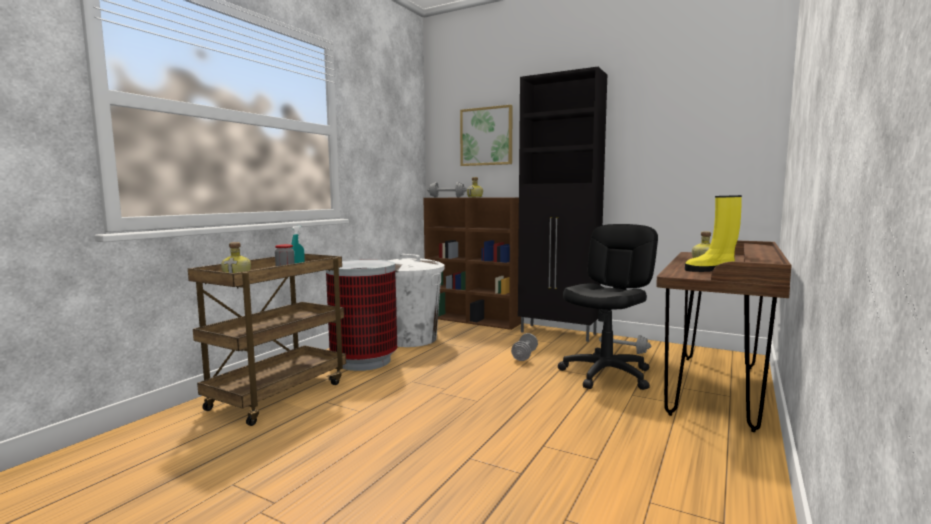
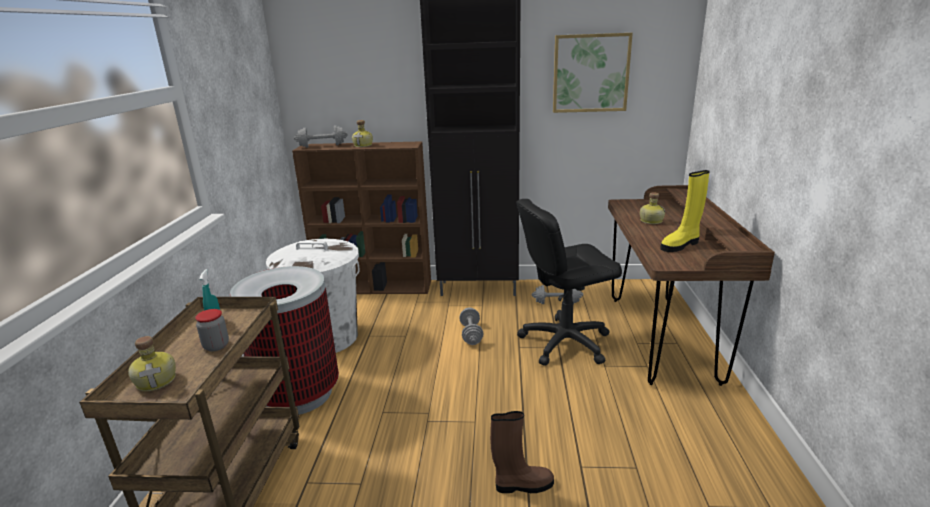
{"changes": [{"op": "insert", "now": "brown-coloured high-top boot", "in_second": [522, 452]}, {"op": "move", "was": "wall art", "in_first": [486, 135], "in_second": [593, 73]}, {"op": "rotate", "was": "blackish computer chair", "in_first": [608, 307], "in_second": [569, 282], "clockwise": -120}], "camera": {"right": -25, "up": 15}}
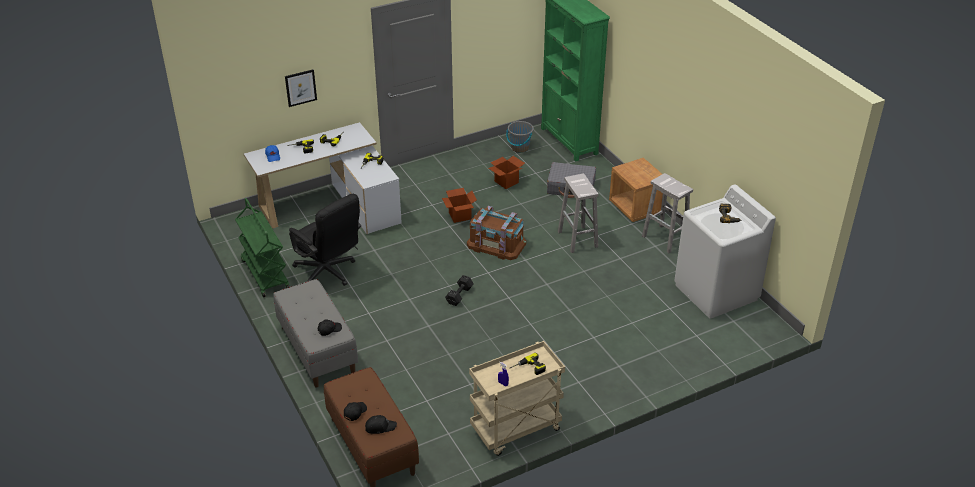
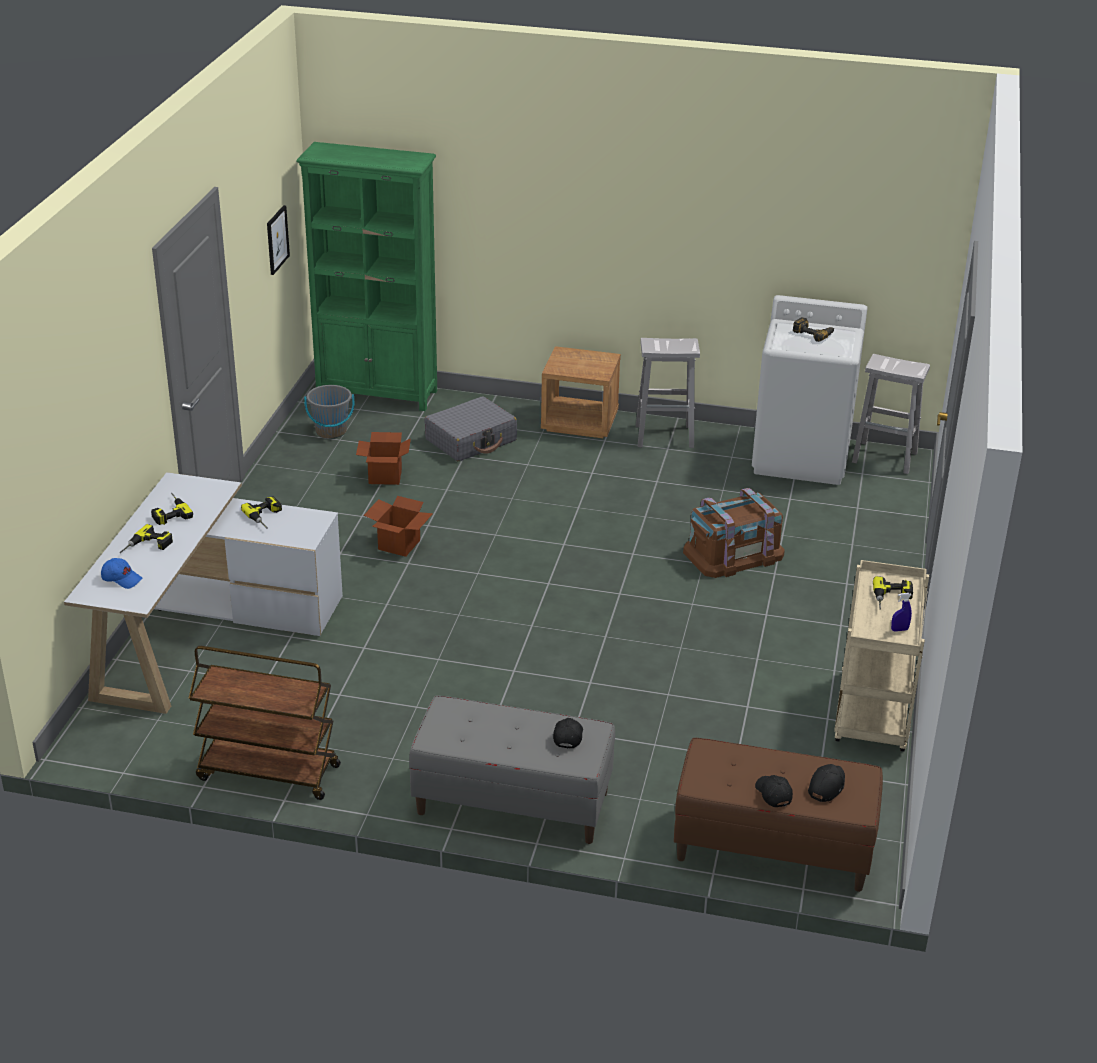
{"changes": [{"op": "delete", "was": "blackish computer chair", "in_first": [325, 240]}, {"op": "delete", "was": "blackish free weight", "in_first": [459, 290]}, {"op": "move", "was": "wall art", "in_first": [301, 88], "in_second": [278, 240]}, {"op": "move", "was": "brown-coloured storage box", "in_first": [496, 233], "in_second": [734, 533]}, {"op": "move", "was": "whitish sitting stool", "in_first": [578, 213], "in_second": [891, 414]}, {"op": "recolor", "was": "green cart", "now": "brown-coloured cart", "in_first": [262, 248], "in_second": [265, 723]}], "camera": {"right": -50, "up": -5}}
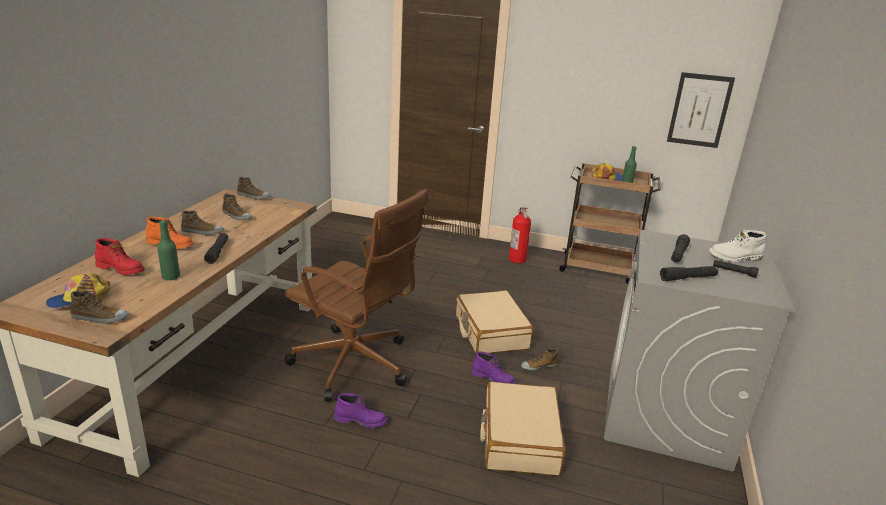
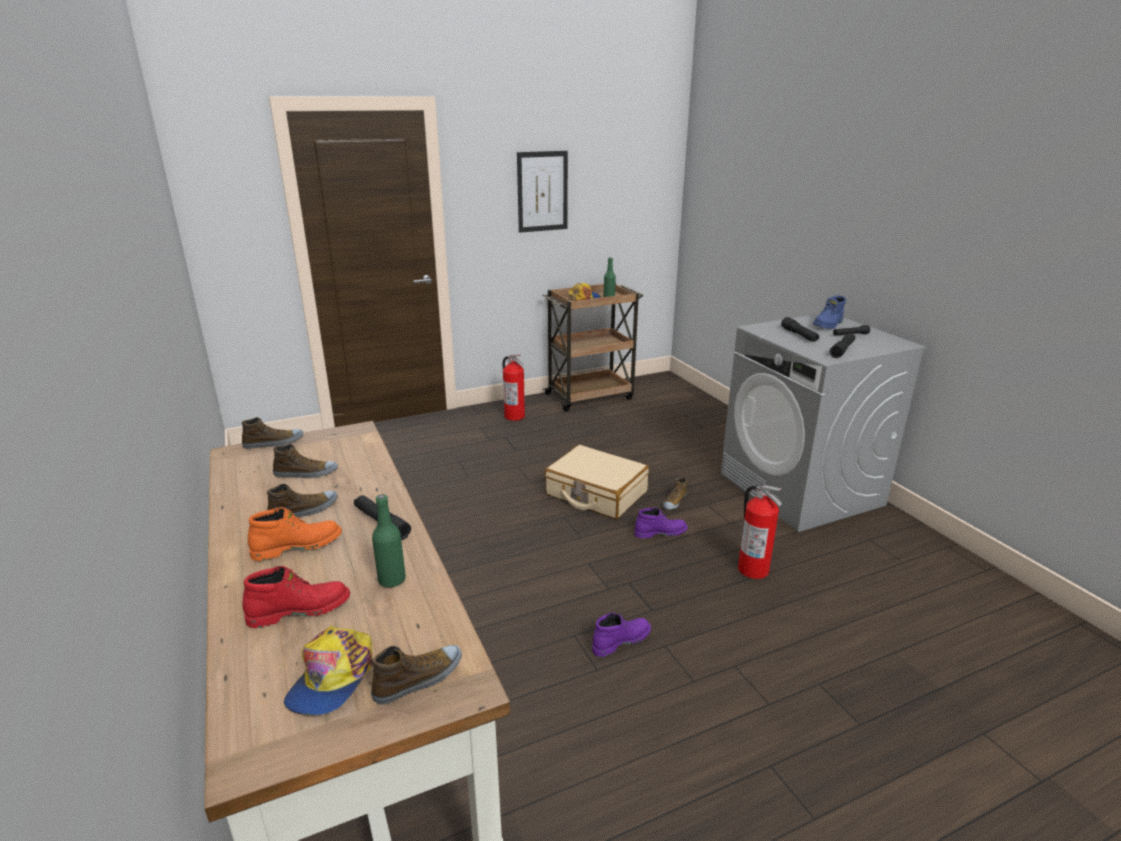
{"changes": [{"op": "delete", "was": "brown-coloured computer chair", "in_first": [356, 295]}, {"op": "move", "was": "wall art", "in_first": [701, 110], "in_second": [542, 192]}, {"op": "replace", "was": "sand-coloured piece of luggage", "now": "fire-fighting cylinder", "in_first": [523, 429], "in_second": [760, 532]}, {"op": "recolor", "was": "whitish high-top boot", "now": "blue high-top boot", "in_first": [738, 246], "in_second": [829, 312]}], "camera": {"right": -40, "up": 0}}
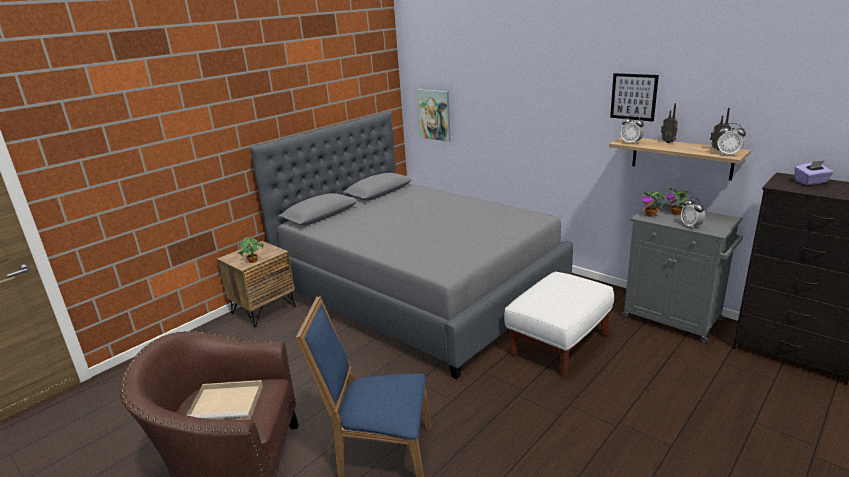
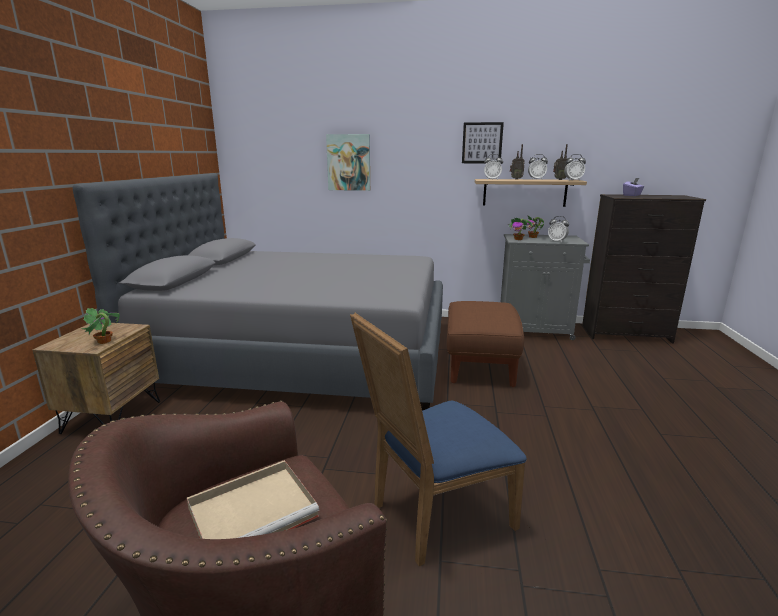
{"changes": [{"op": "insert", "now": "bedside clock", "in_second": [538, 167]}, {"op": "move", "was": "wall art", "in_first": [433, 115], "in_second": [348, 162]}, {"op": "recolor", "was": "whitish ottoman", "now": "brown-coloured ottoman", "in_first": [559, 324], "in_second": [485, 344]}], "camera": {"right": -35, "up": -5}}
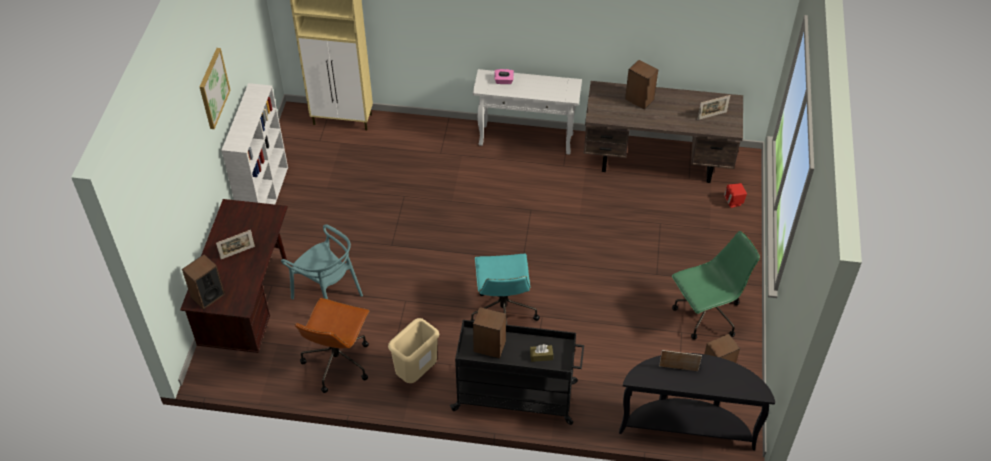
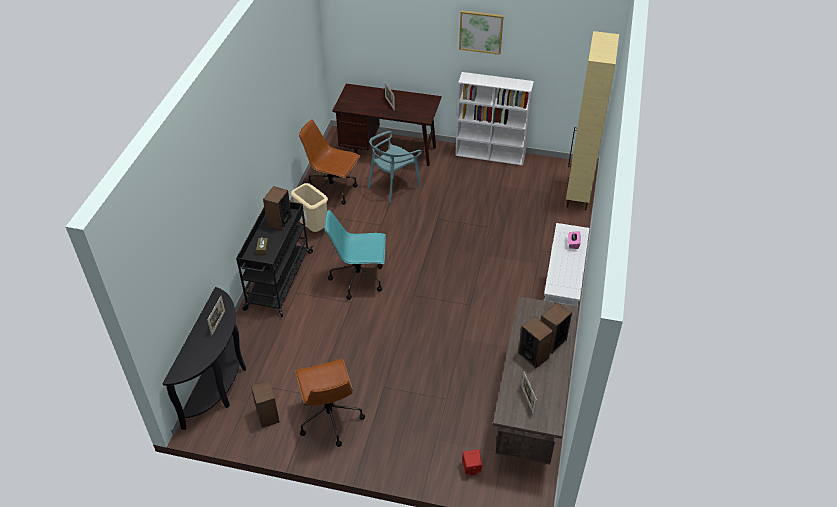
{"changes": [{"op": "move", "was": "speaker", "in_first": [203, 282], "in_second": [536, 342]}, {"op": "recolor", "was": "green computer chair", "now": "brown-coloured computer chair", "in_first": [716, 285], "in_second": [330, 403]}], "camera": {"right": 95, "up": -5}}
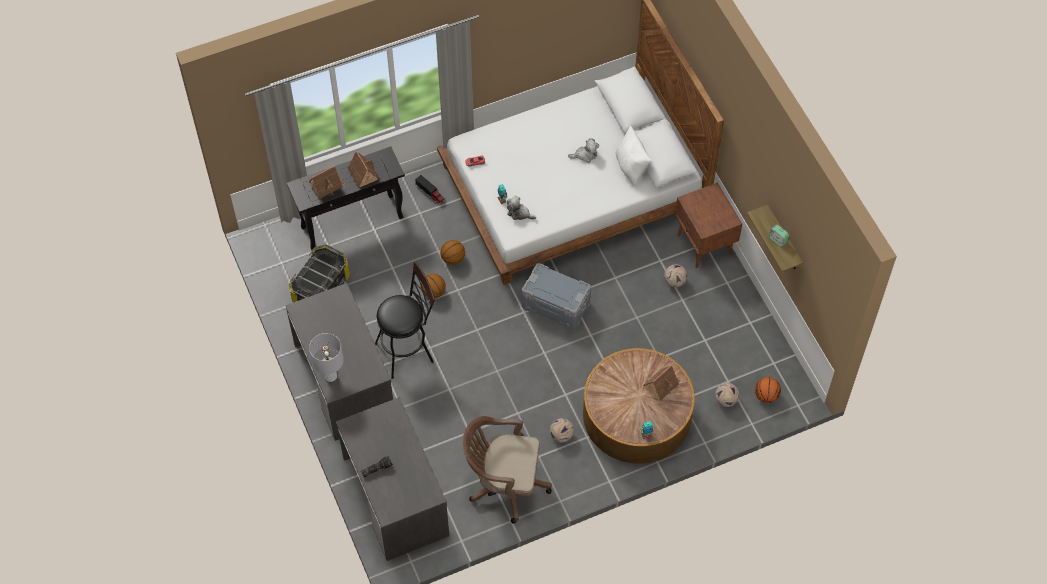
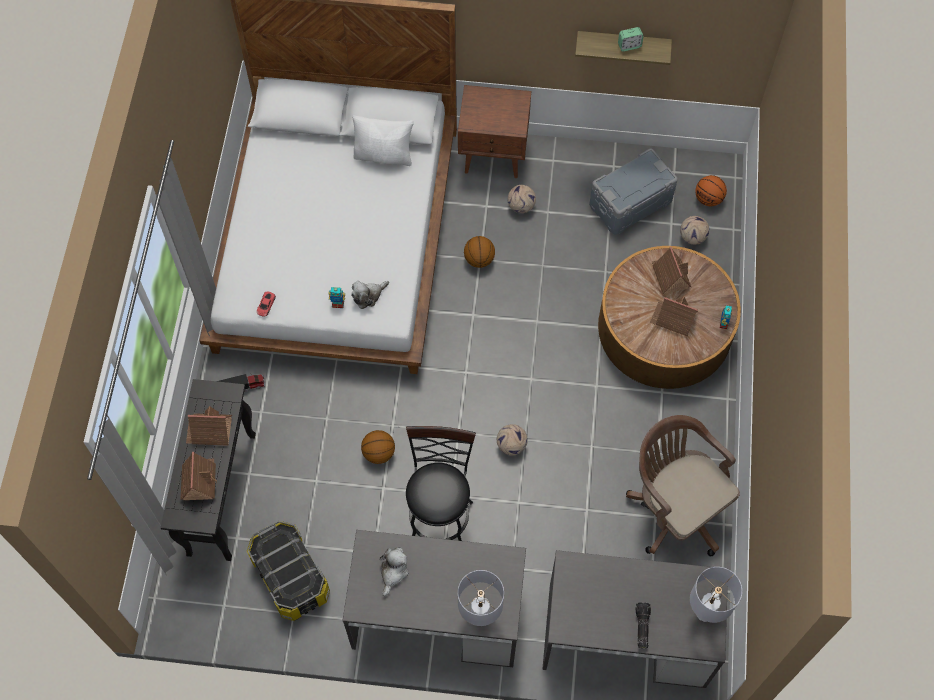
{"changes": [{"op": "insert", "now": "toy house", "in_second": [674, 316]}, {"op": "insert", "now": "gray tabletop lamp", "in_second": [716, 595]}, {"op": "move", "was": "ball for basketball", "in_first": [452, 252], "in_second": [479, 252]}, {"op": "move", "was": "gray storage box", "in_first": [556, 296], "in_second": [633, 192]}, {"op": "move", "was": "ball for football", "in_first": [562, 430], "in_second": [512, 439]}, {"op": "move", "was": "soft toy", "in_first": [583, 150], "in_second": [394, 571]}, {"op": "rotate", "was": "brown-coloured computer chair", "in_first": [507, 470], "in_second": [683, 485], "clockwise": 105}], "camera": {"right": -60, "up": 5}}
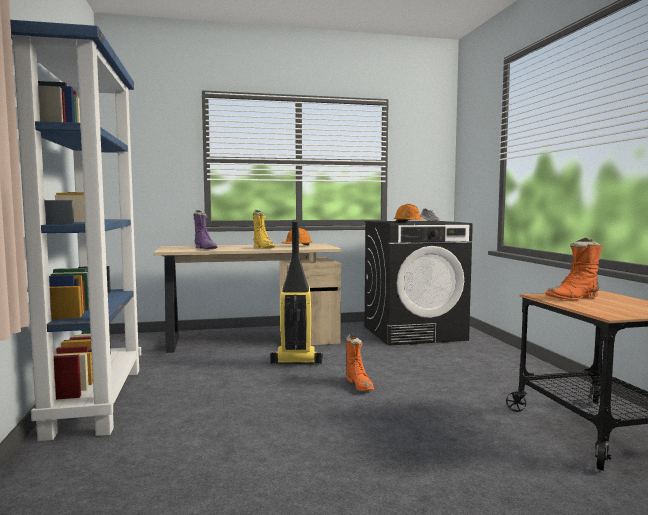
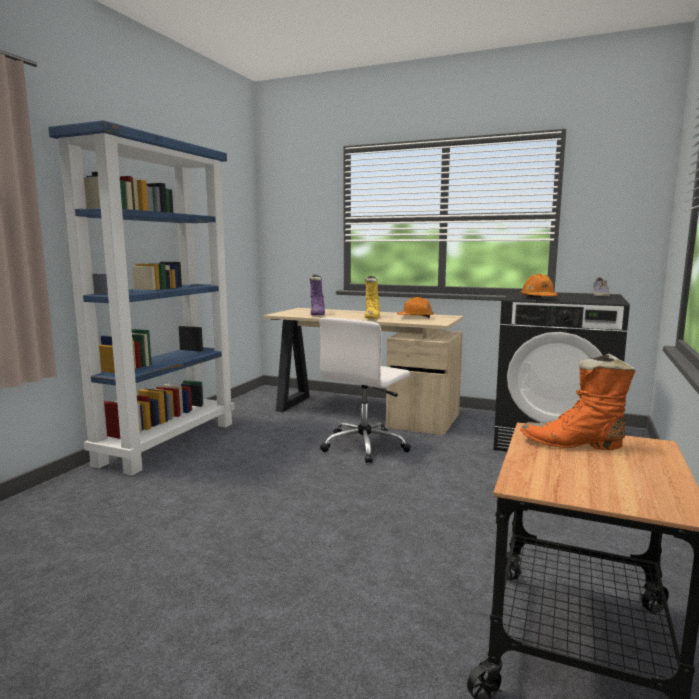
{"changes": [{"op": "delete", "was": "orangey high-top boot", "in_first": [360, 363]}, {"op": "replace", "was": "vacuum", "now": "whitish computer chair", "in_first": [296, 292], "in_second": [365, 390]}], "camera": {"right": 35, "up": 5}}
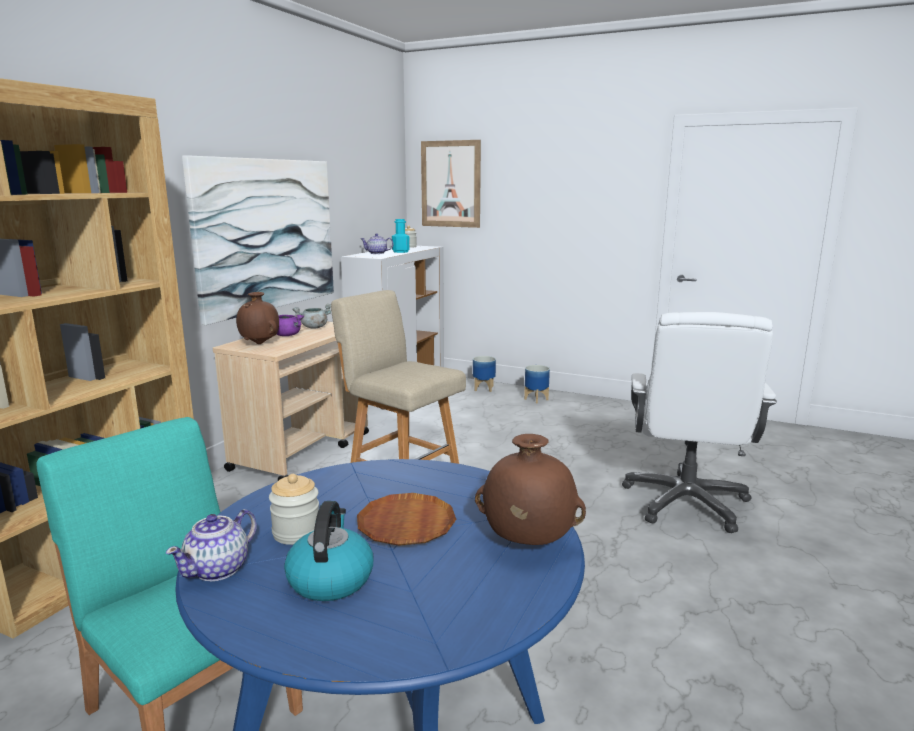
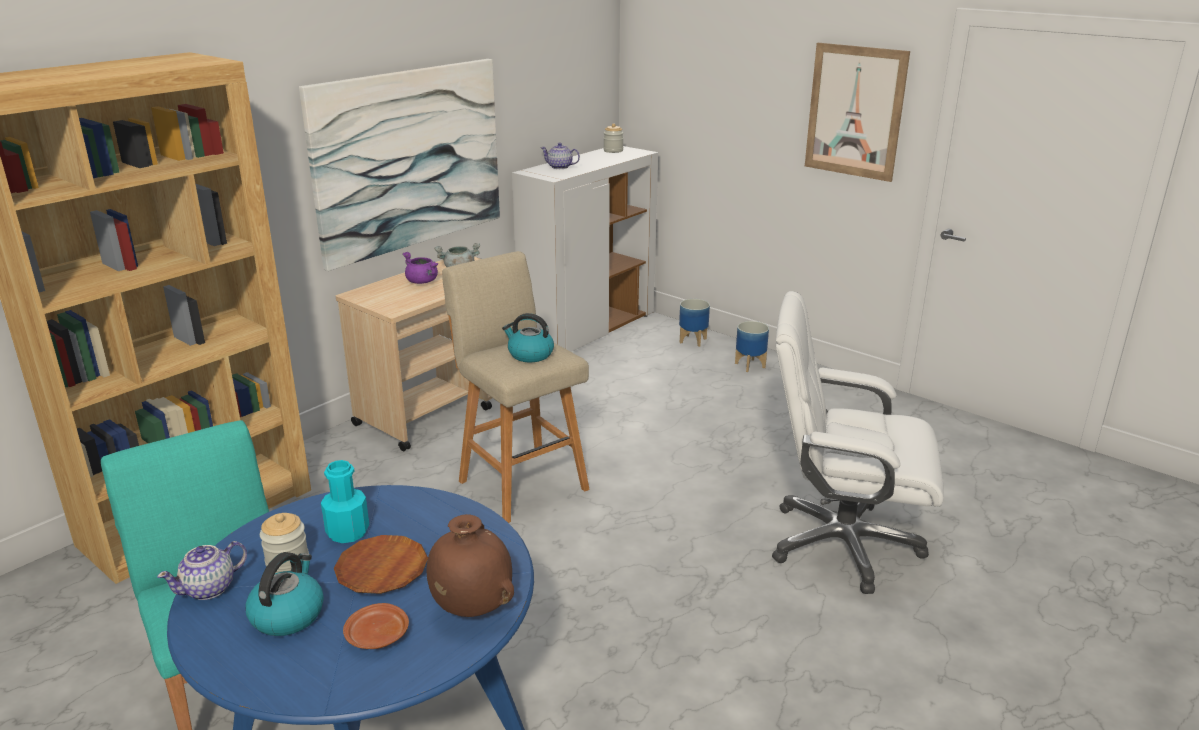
{"changes": [{"op": "delete", "was": "brown-coloured vase", "in_first": [257, 318]}, {"op": "insert", "now": "brown-coloured flat dish", "in_second": [376, 626]}, {"op": "insert", "now": "tea kettle", "in_second": [528, 337]}, {"op": "move", "was": "turquoise bottle", "in_first": [401, 236], "in_second": [345, 501]}, {"op": "move", "was": "wall art", "in_first": [451, 184], "in_second": [857, 112]}, {"op": "rotate", "was": "whitish computer chair", "in_first": [699, 422], "in_second": [858, 442], "clockwise": 75}], "camera": {"right": 15, "up": 10}}
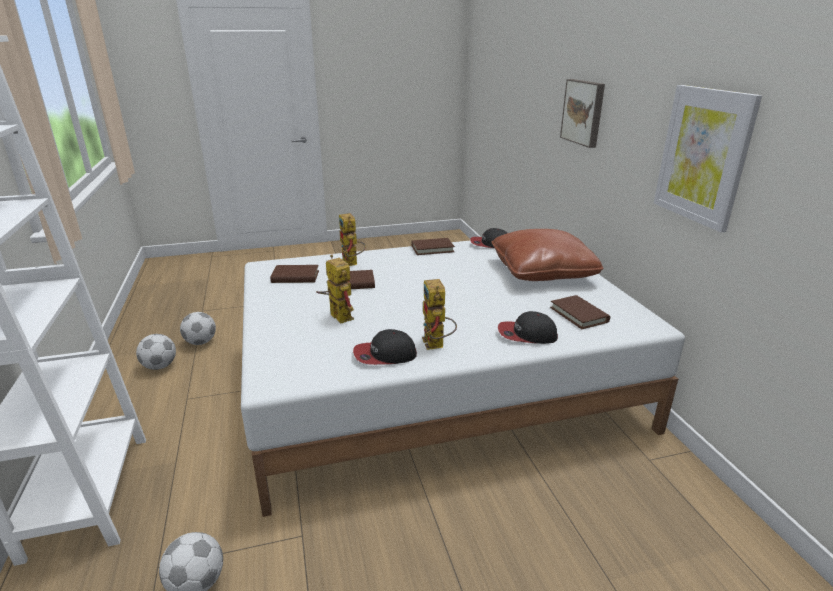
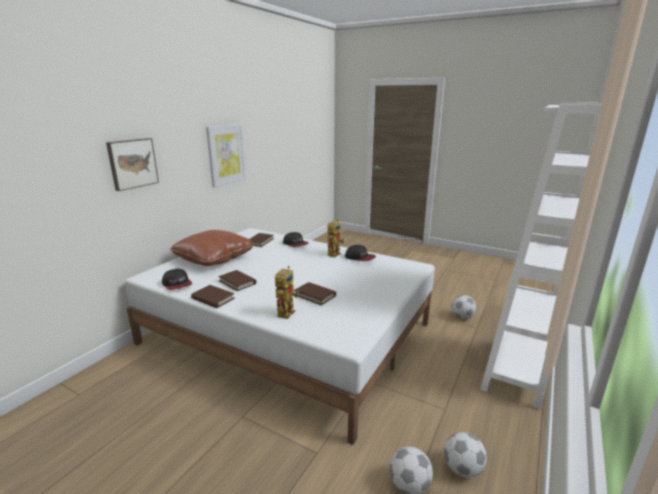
{"changes": [{"op": "delete", "was": "toy robot", "in_first": [335, 289]}, {"op": "move", "was": "brown-coloured bound book", "in_first": [294, 274], "in_second": [237, 280]}], "camera": {"right": -135, "up": -5}}
